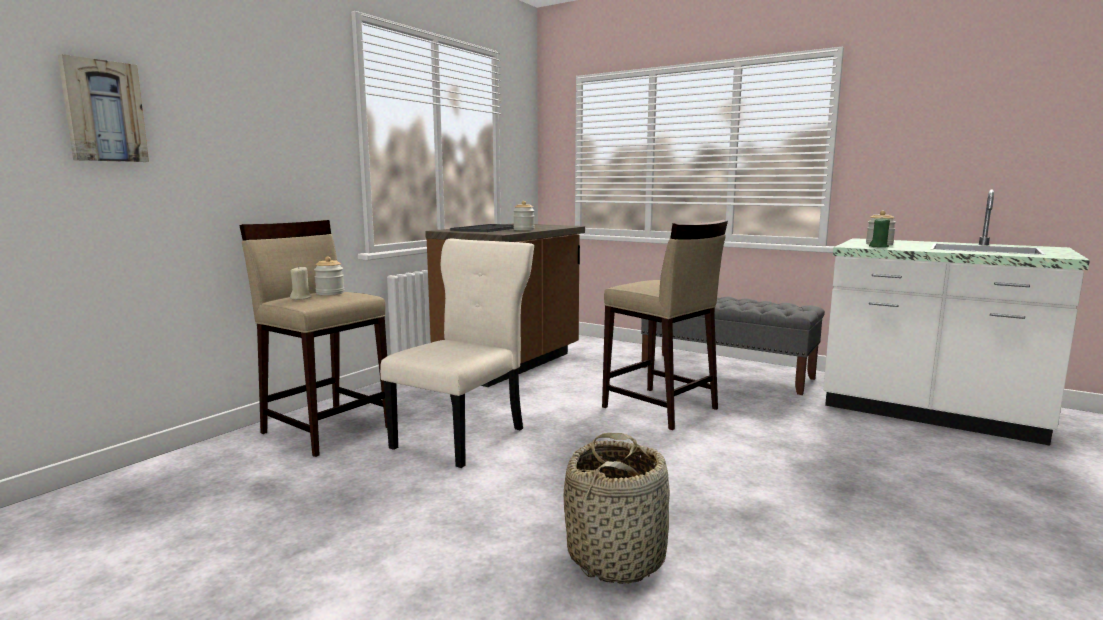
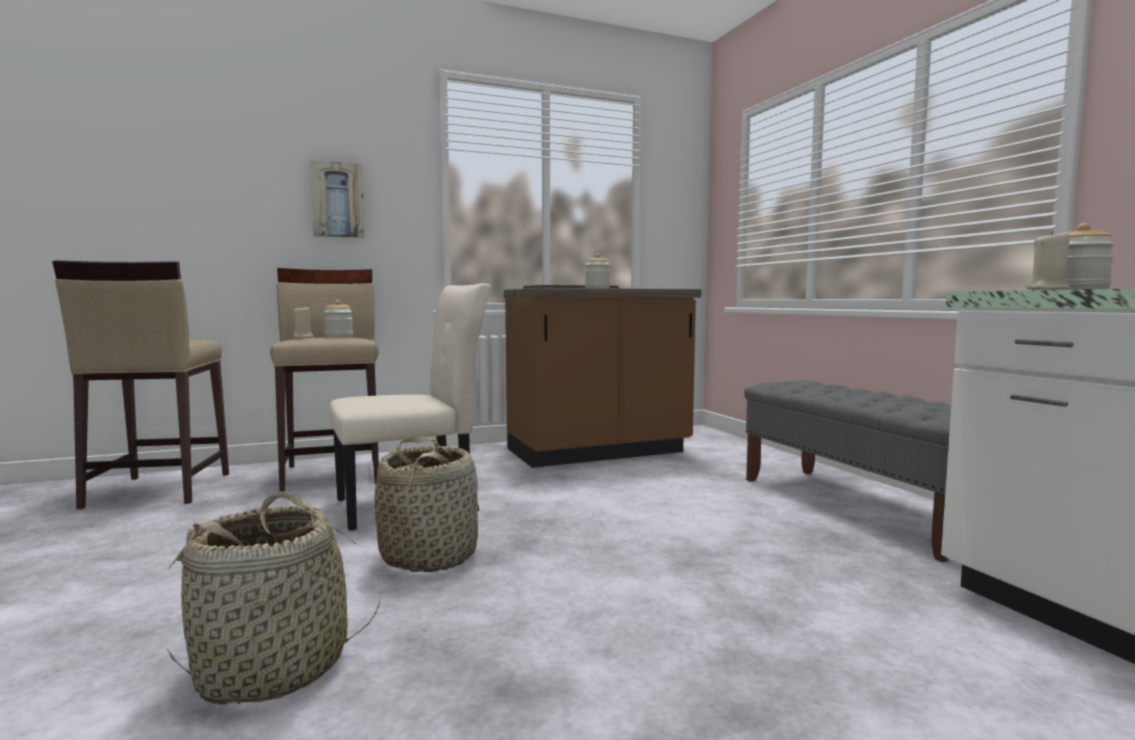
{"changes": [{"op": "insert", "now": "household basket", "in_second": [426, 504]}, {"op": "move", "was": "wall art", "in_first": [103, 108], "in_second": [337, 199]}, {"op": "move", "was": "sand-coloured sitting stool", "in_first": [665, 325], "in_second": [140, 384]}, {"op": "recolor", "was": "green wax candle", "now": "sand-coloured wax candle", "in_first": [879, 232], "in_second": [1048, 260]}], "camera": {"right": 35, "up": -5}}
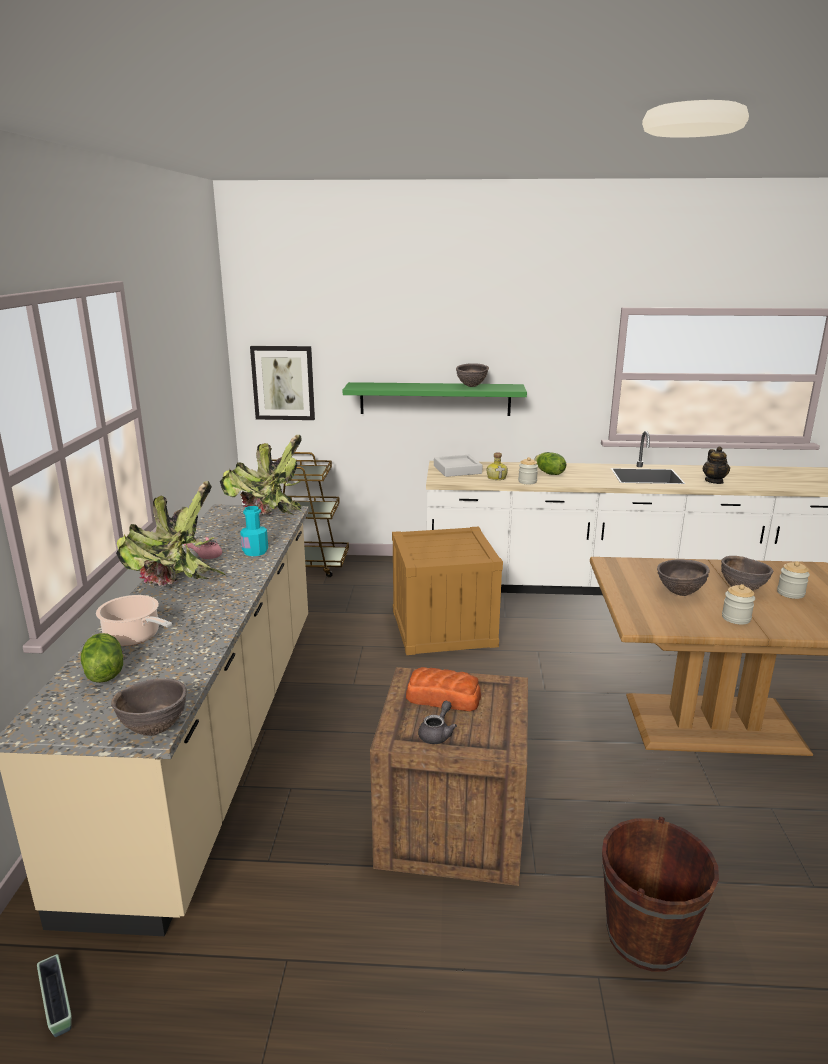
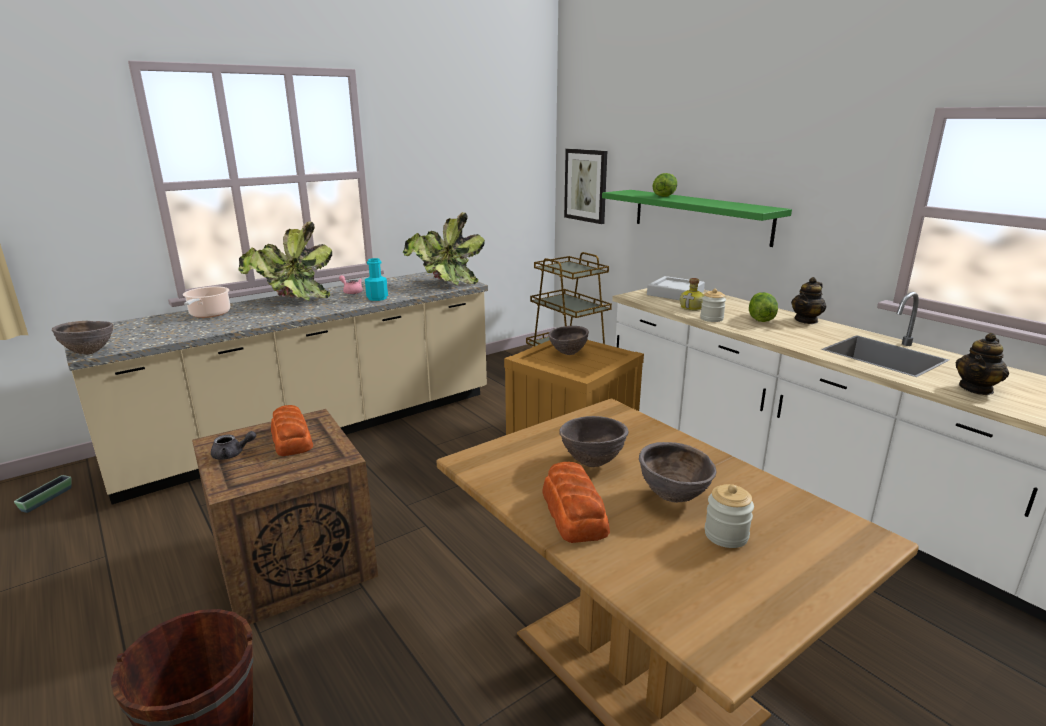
{"changes": [{"op": "insert", "now": "tea pot", "in_second": [808, 300]}, {"op": "move", "was": "lettuce", "in_first": [102, 658], "in_second": [665, 185]}, {"op": "move", "was": "brown-coloured bowl", "in_first": [472, 375], "in_second": [568, 340]}, {"op": "replace", "was": "jar", "now": "baked bread", "in_first": [738, 604], "in_second": [576, 502]}], "camera": {"right": 50, "up": 0}}
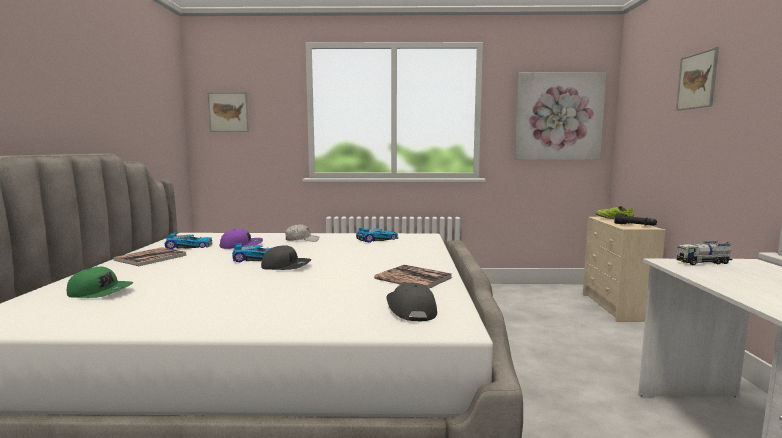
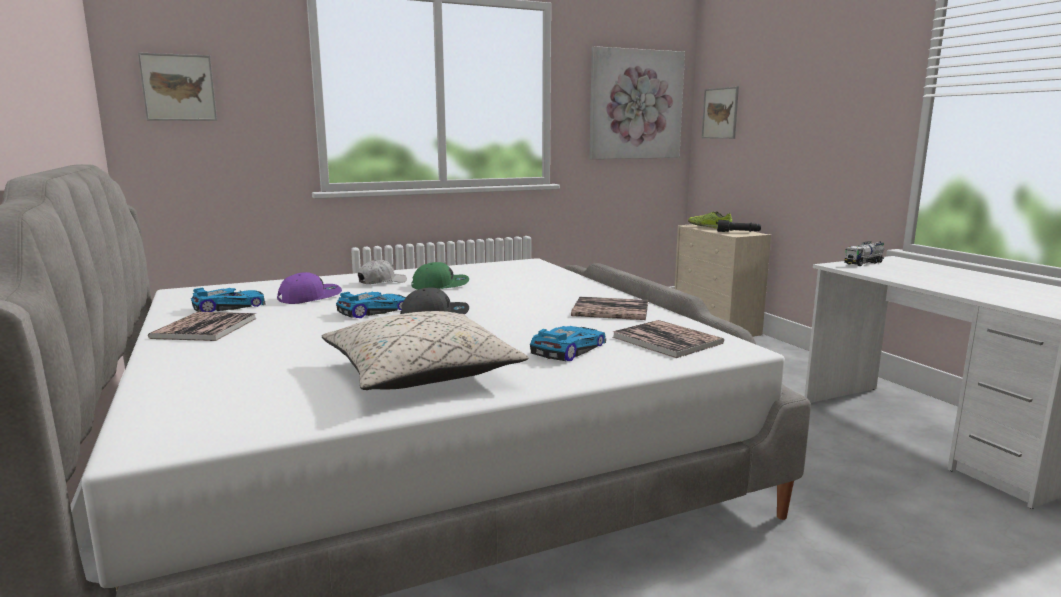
{"changes": [{"op": "insert", "now": "sand-coloured pillow", "in_second": [425, 350]}, {"op": "move", "was": "green peaked cap", "in_first": [100, 282], "in_second": [440, 276]}, {"op": "move", "was": "model car", "in_first": [377, 235], "in_second": [568, 343]}, {"op": "move", "was": "wall art", "in_first": [697, 79], "in_second": [720, 112]}, {"op": "replace", "was": "gray peaked cap", "now": "bound book", "in_first": [412, 302], "in_second": [668, 339]}], "camera": {"right": -25, "up": 5}}
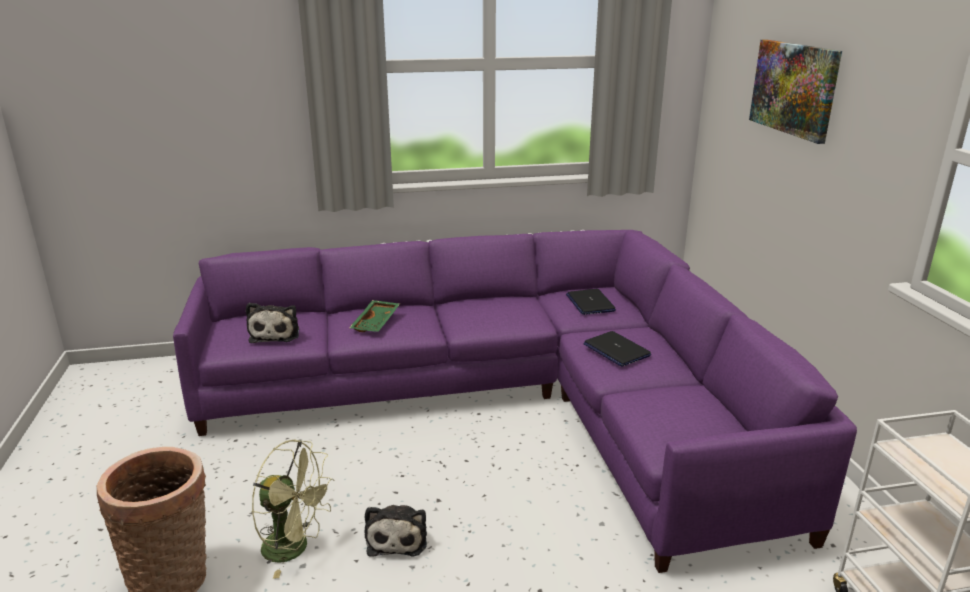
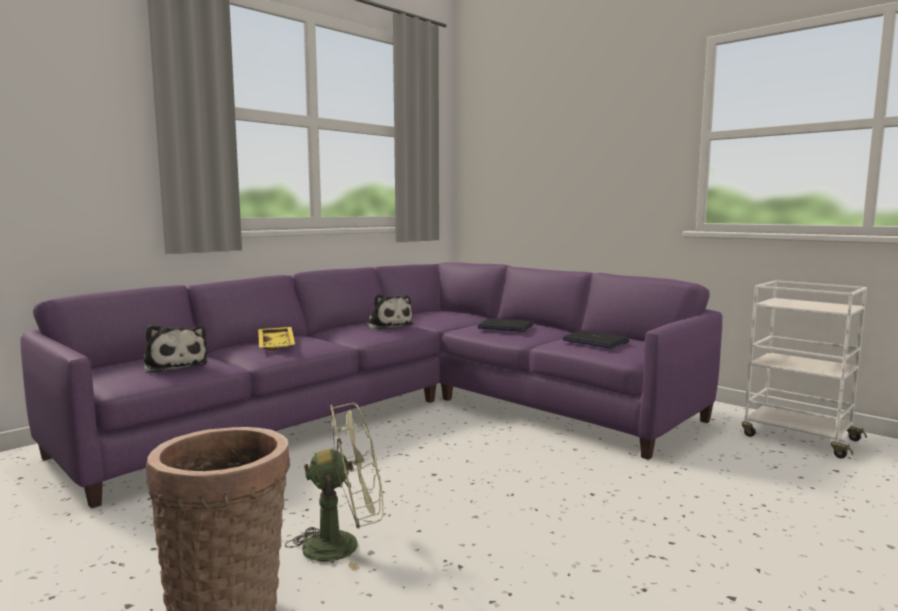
{"changes": [{"op": "delete", "was": "wall art", "in_first": [795, 92]}, {"op": "move", "was": "soft toy", "in_first": [396, 531], "in_second": [389, 311]}, {"op": "move", "was": "portable computer", "in_first": [591, 302], "in_second": [596, 339]}, {"op": "recolor", "was": "green tray", "now": "yellowish tray", "in_first": [374, 316], "in_second": [276, 339]}], "camera": {"right": -35, "up": -15}}
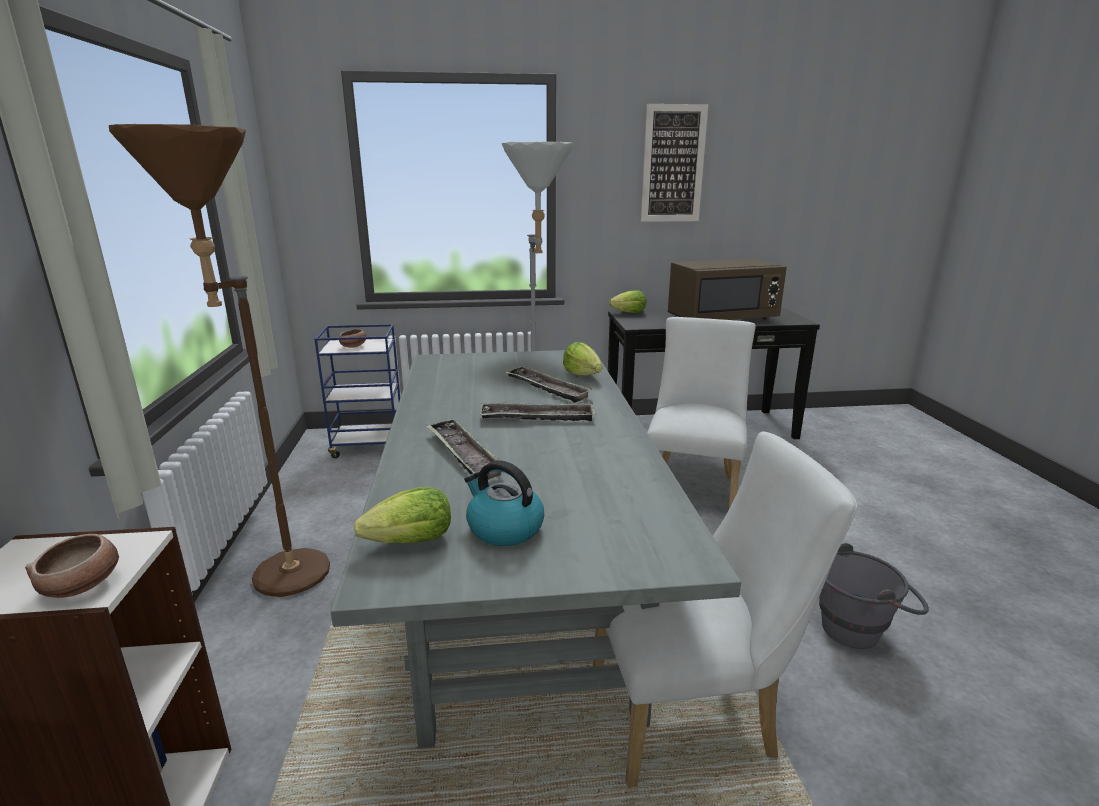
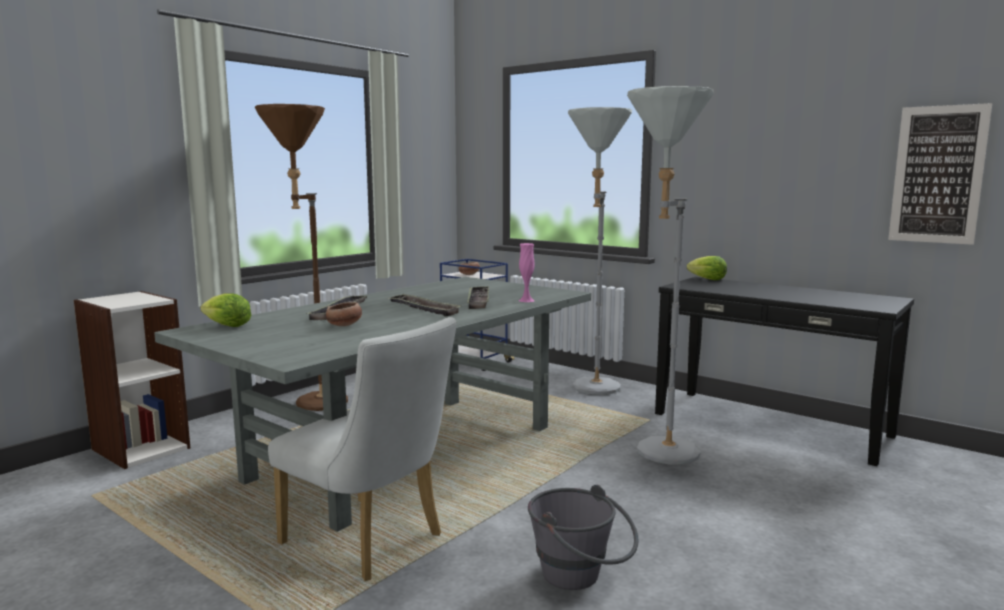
{"changes": [{"op": "delete", "was": "tea kettle", "in_first": [504, 503]}, {"op": "delete", "was": "brown-coloured kitchen microwave", "in_first": [727, 289]}, {"op": "move", "was": "bowl", "in_first": [72, 566], "in_second": [344, 314]}, {"op": "move", "was": "wall art", "in_first": [674, 163], "in_second": [940, 174]}, {"op": "replace", "was": "lettuce", "now": "pink vase", "in_first": [582, 359], "in_second": [527, 272]}, {"op": "replace", "was": "whitish chair", "now": "gray floor lamp", "in_first": [701, 412], "in_second": [670, 275]}], "camera": {"right": 45, "up": -10}}
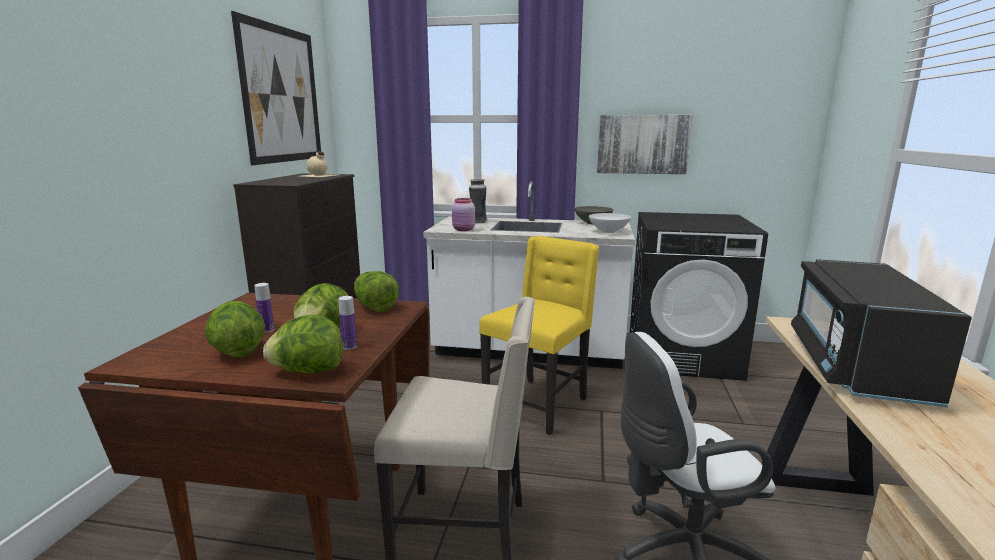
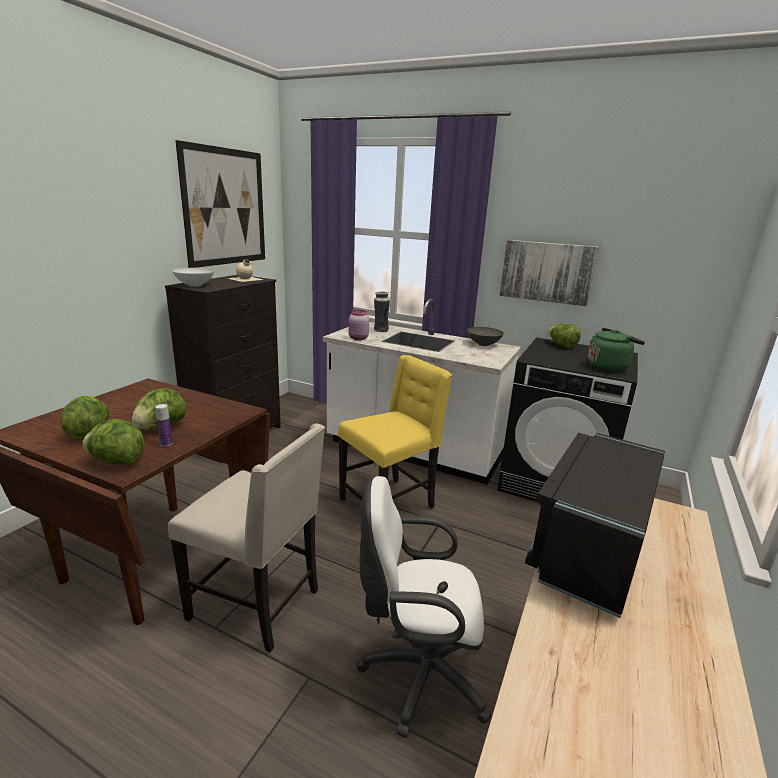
{"changes": [{"op": "delete", "was": "bottle", "in_first": [264, 308]}, {"op": "insert", "now": "green tea kettle", "in_second": [616, 350]}, {"op": "move", "was": "lettuce", "in_first": [376, 291], "in_second": [565, 336]}, {"op": "move", "was": "whitish bowl", "in_first": [610, 223], "in_second": [193, 277]}], "camera": {"right": 15, "up": 5}}
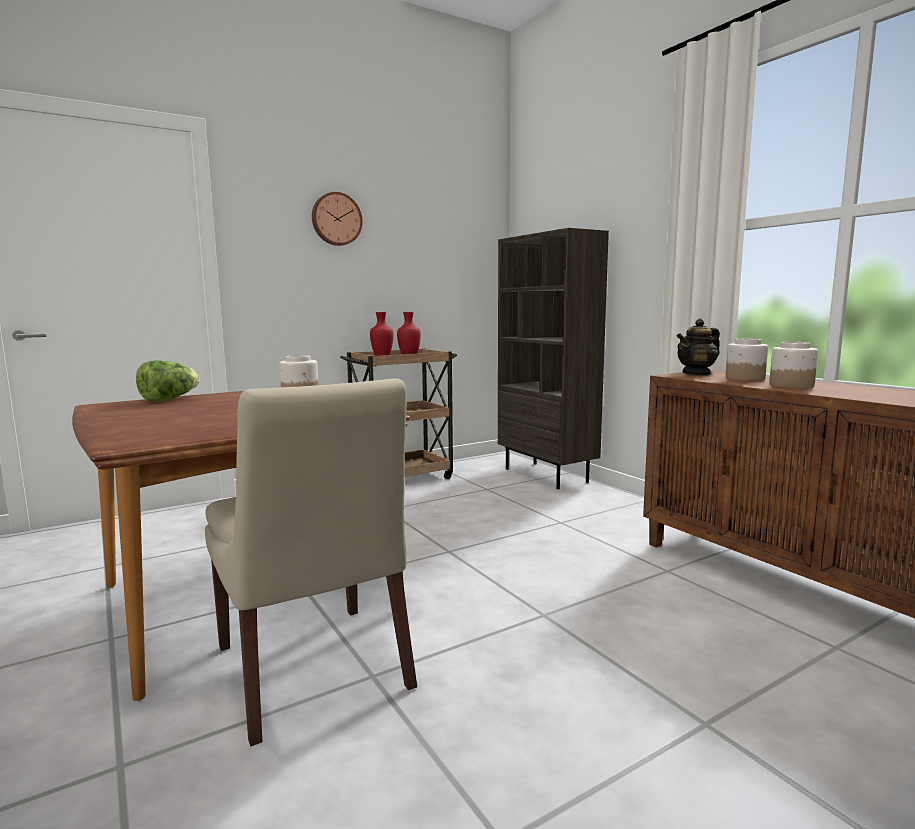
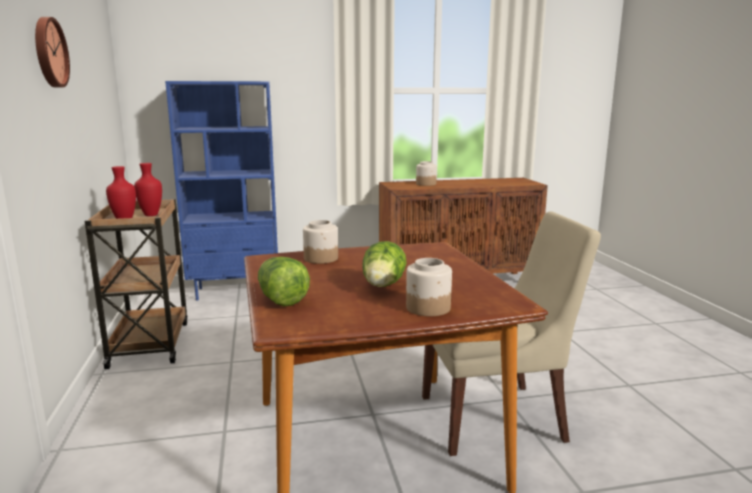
{"changes": [{"op": "delete", "was": "tea pot", "in_first": [698, 347]}, {"op": "insert", "now": "lettuce", "in_second": [384, 264]}, {"op": "move", "was": "jar", "in_first": [793, 365], "in_second": [429, 287]}, {"op": "recolor", "was": "brown-coloured bookcase", "now": "blue bookcase", "in_first": [553, 358], "in_second": [221, 191]}], "camera": {"right": -70, "up": 5}}
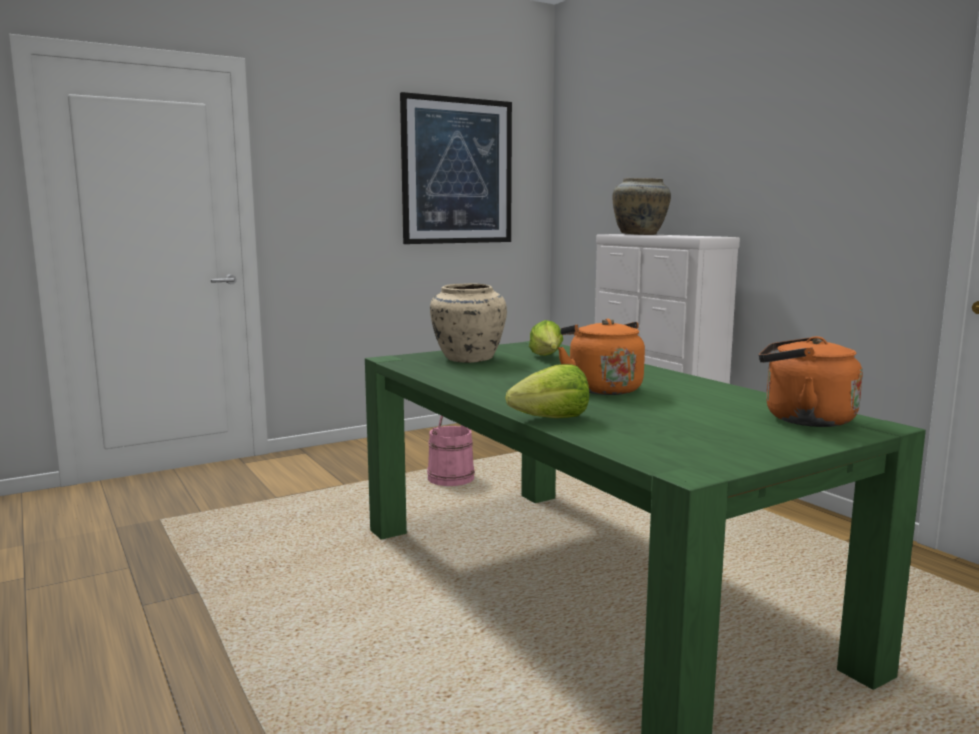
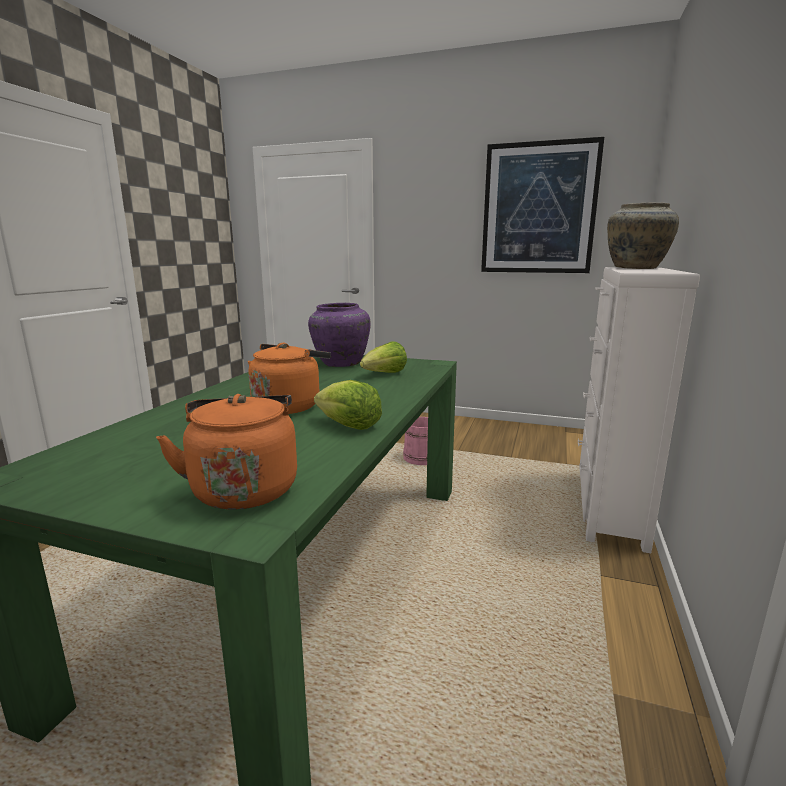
{"changes": [{"op": "move", "was": "lettuce", "in_first": [547, 391], "in_second": [348, 405]}, {"op": "recolor", "was": "sand-coloured vase", "now": "purple-coloured vase", "in_first": [468, 323], "in_second": [339, 335]}], "camera": {"right": 50, "up": 5}}
